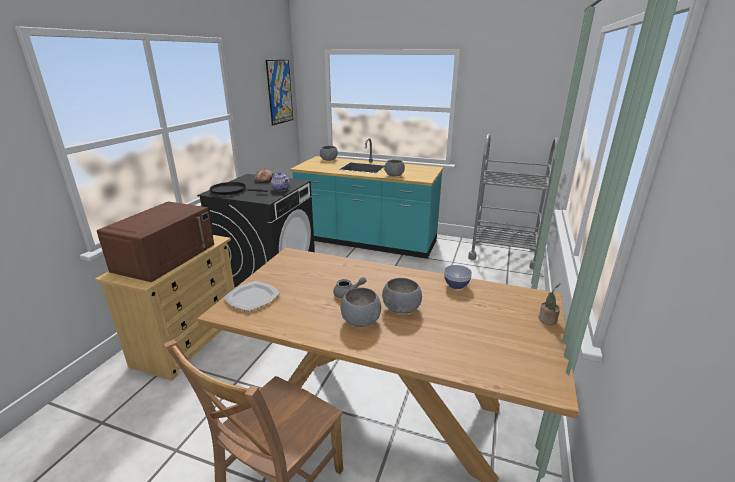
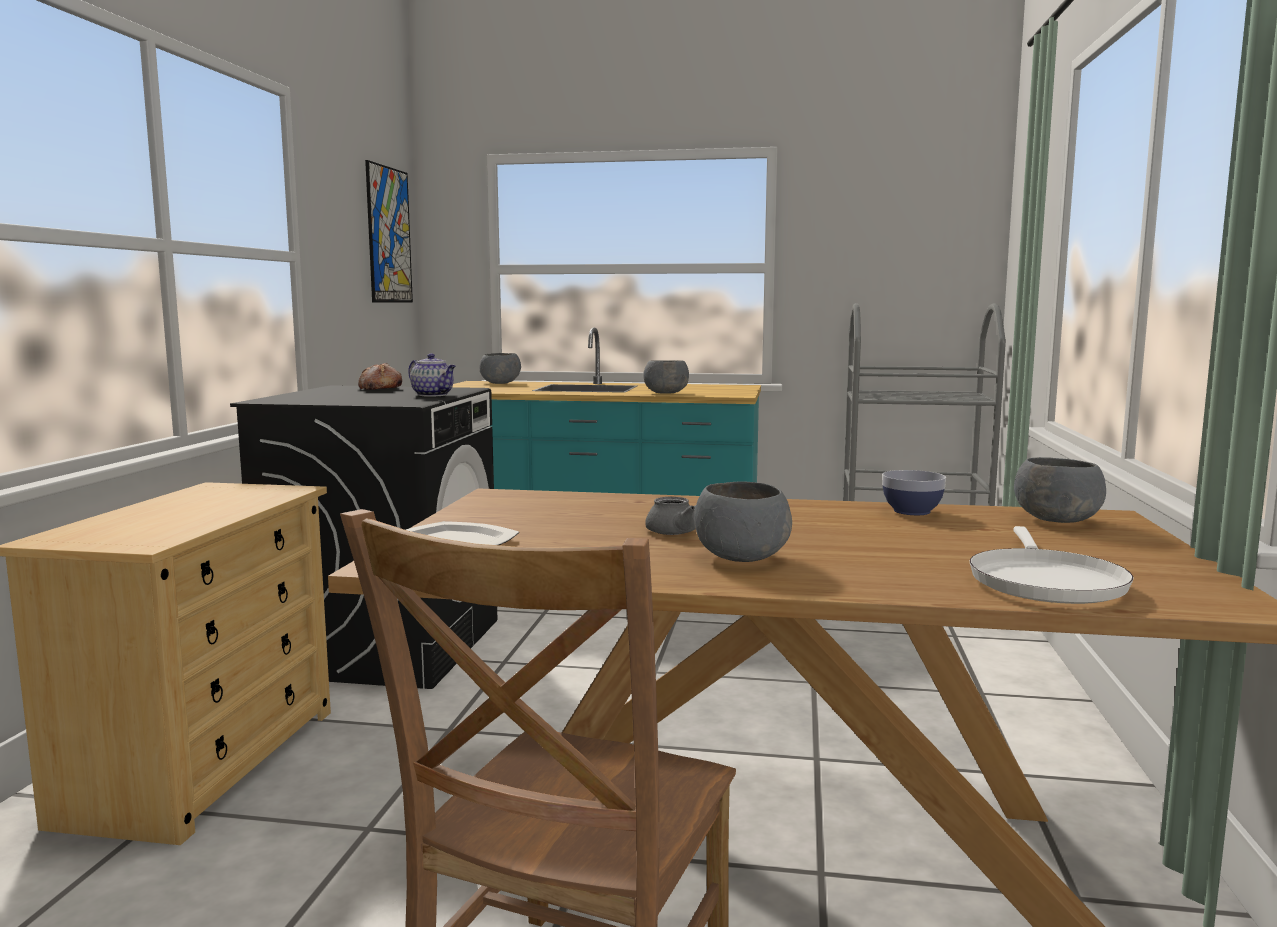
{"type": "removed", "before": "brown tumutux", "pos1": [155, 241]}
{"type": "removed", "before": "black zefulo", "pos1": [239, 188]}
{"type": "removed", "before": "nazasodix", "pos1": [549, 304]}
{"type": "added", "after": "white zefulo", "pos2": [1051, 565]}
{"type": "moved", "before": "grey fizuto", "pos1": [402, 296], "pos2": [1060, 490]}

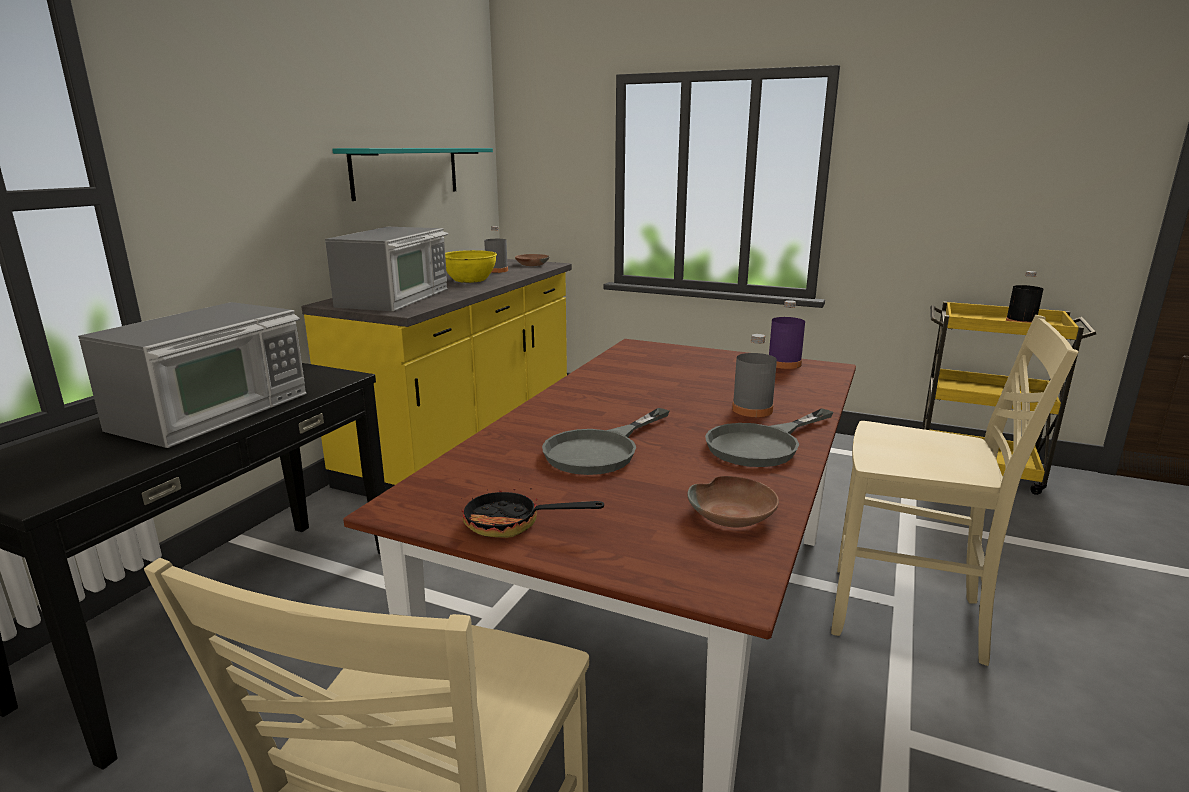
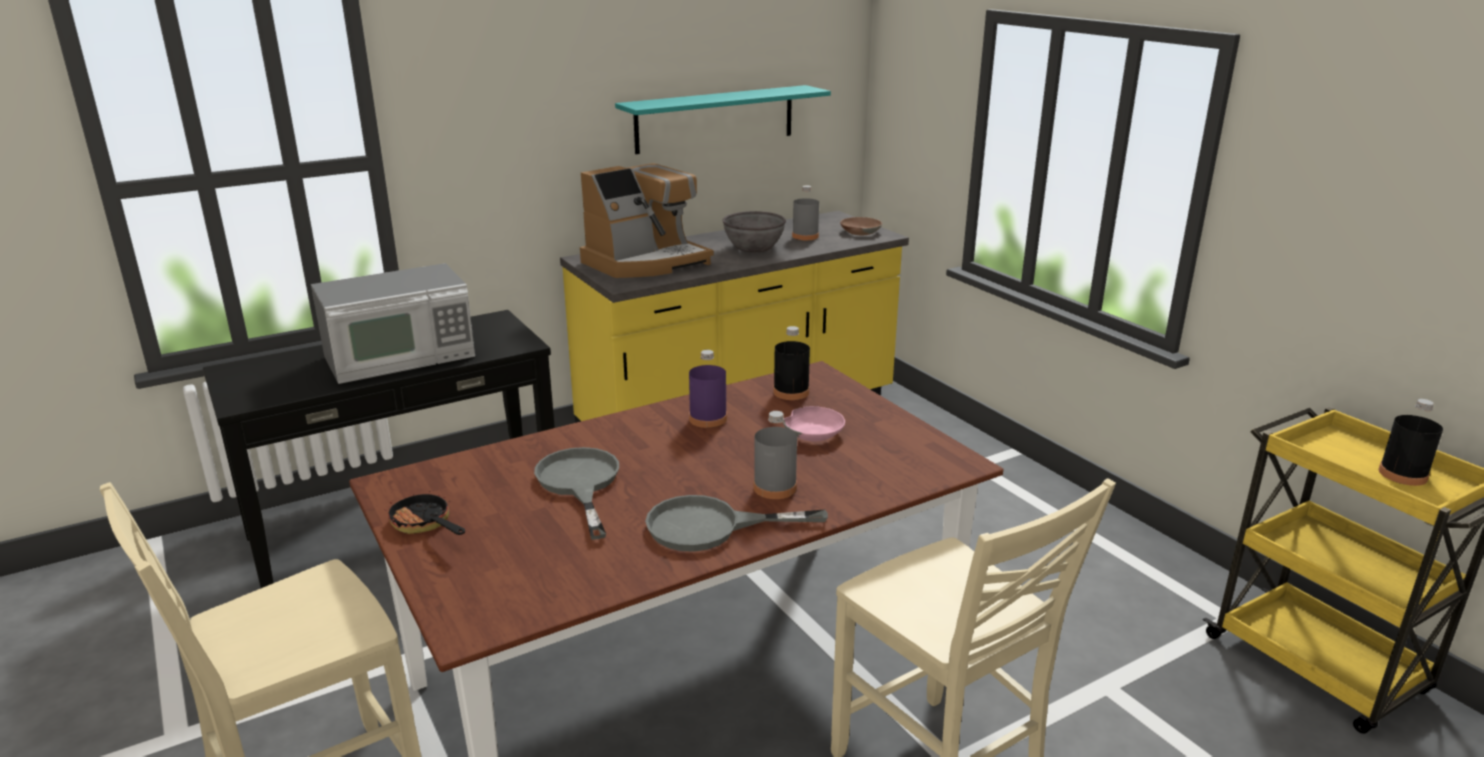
{"type": "removed", "before": "brown fizuto", "pos1": [733, 501]}
{"type": "added", "after": "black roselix", "pos2": [791, 363]}
{"type": "added", "after": "pink fizuto", "pos2": [814, 423]}
{"type": "moved", "before": "purple roselix", "pos1": [787, 334], "pos2": [708, 389]}
{"type": "replaced", "before": "tumutux", "after": "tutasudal", "pos1": [386, 269], "pos2": [647, 220]}
{"type": "recoloured", "before": "yellow fizuto", "after": "grey fizuto", "pos1": [471, 266], "pos2": [754, 231]}
{"type": "turned", "before": "grey zefulo", "pos1": [605, 441], "pos2": [576, 493], "turn": 90}

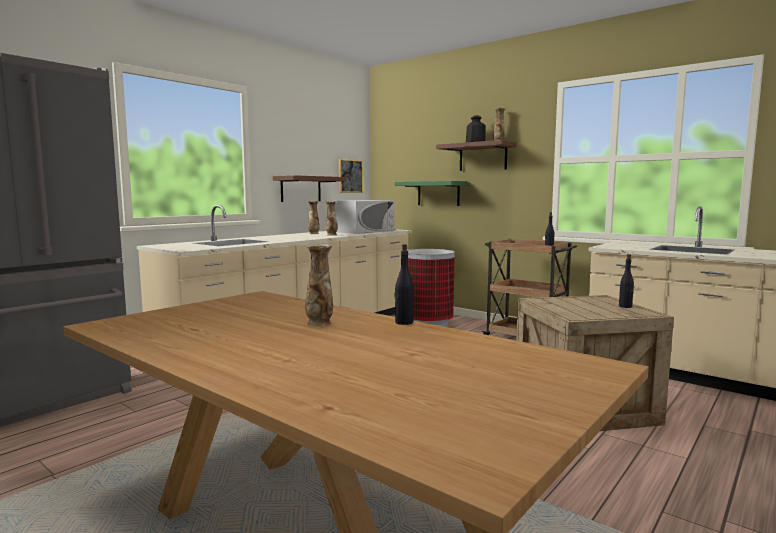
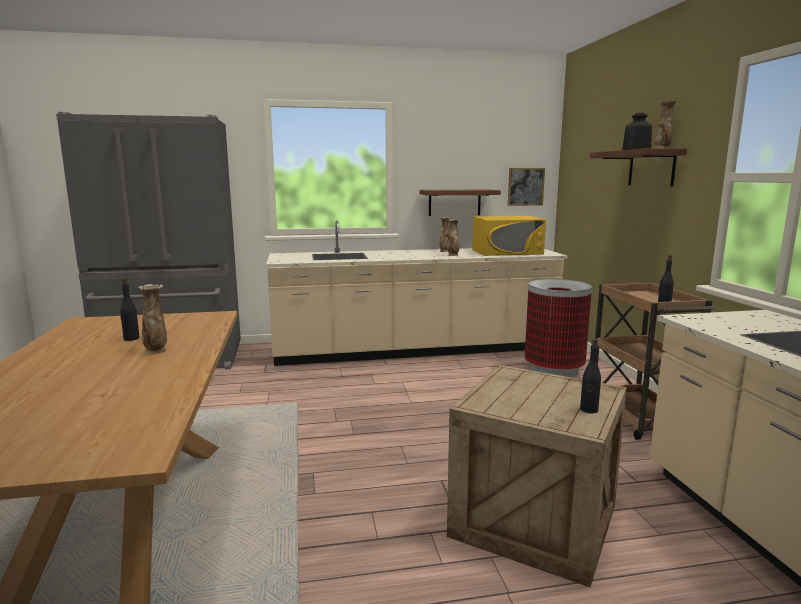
{"type": "removed", "before": "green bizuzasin", "pos1": [431, 193]}
{"type": "moved", "before": "black roselix", "pos1": [404, 284], "pos2": [130, 309]}
{"type": "recoloured", "before": "white tumutux", "after": "yellow tumutux", "pos1": [362, 217], "pos2": [509, 236]}

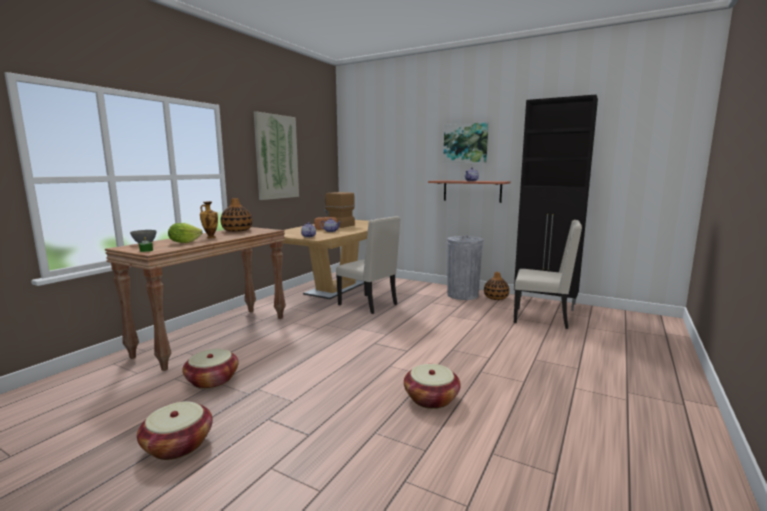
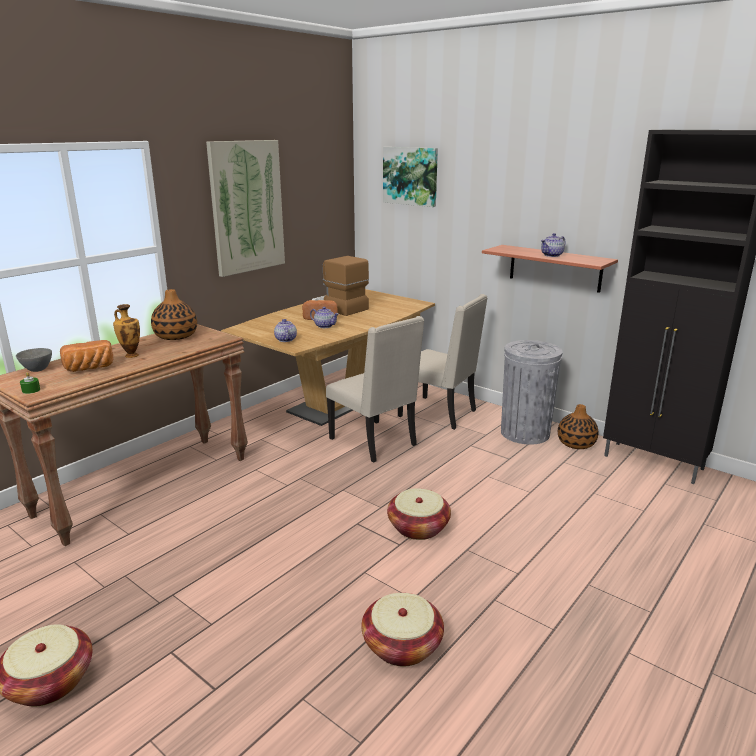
{"type": "moved", "before": "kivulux", "pos1": [210, 369], "pos2": [419, 514]}
{"type": "moved", "before": "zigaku", "pos1": [465, 142], "pos2": [410, 177]}
{"type": "moved", "before": "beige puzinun", "pos1": [548, 274], "pos2": [443, 362]}
{"type": "replaced", "before": "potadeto", "after": "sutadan", "pos1": [185, 233], "pos2": [86, 356]}

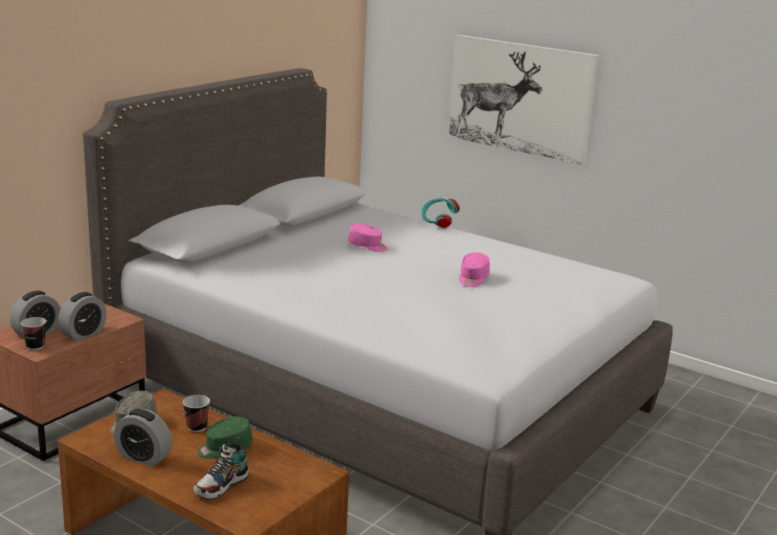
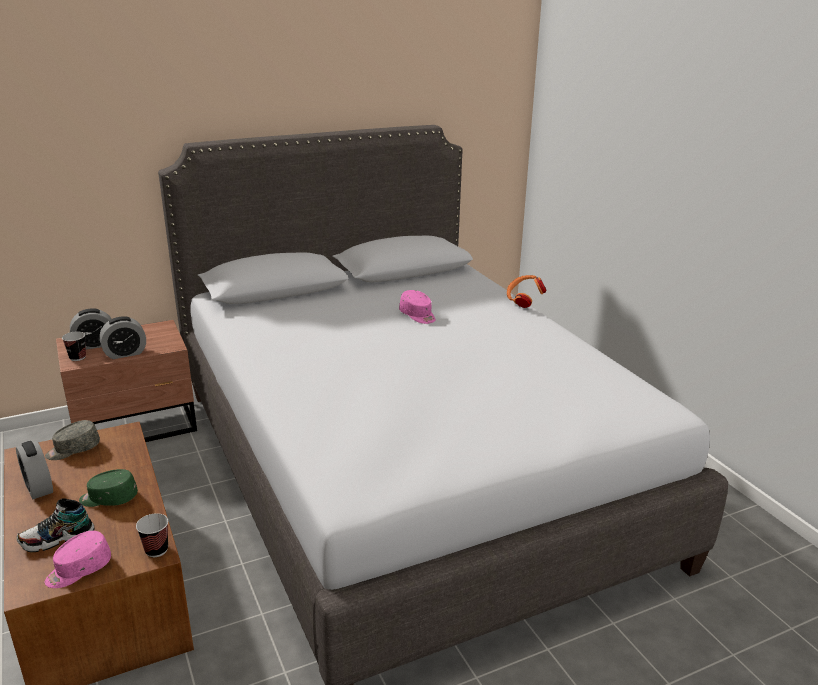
{"type": "removed", "before": "zigaku", "pos1": [524, 100]}
{"type": "moved", "before": "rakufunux", "pos1": [196, 413], "pos2": [152, 535]}
{"type": "moved", "before": "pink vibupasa", "pos1": [474, 269], "pos2": [78, 559]}
{"type": "recoloured", "before": "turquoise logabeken", "after": "orange logabeken", "pos1": [441, 213], "pos2": [526, 291]}

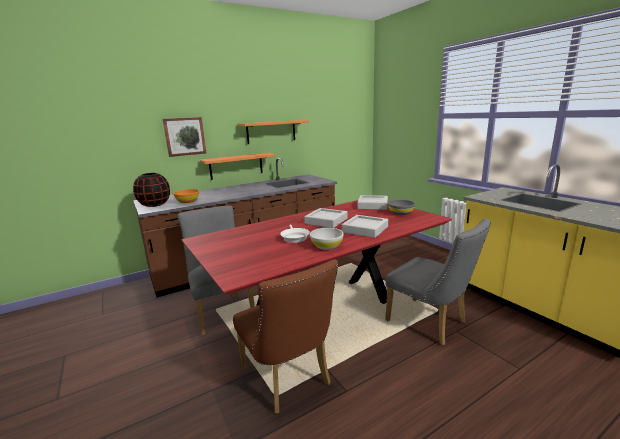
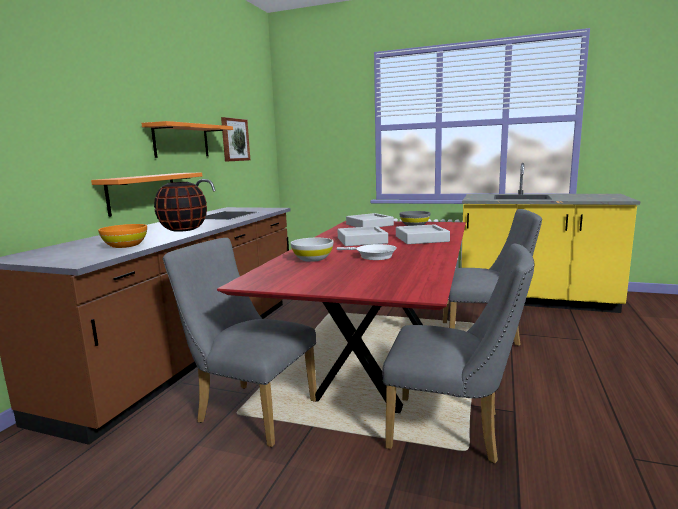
{"type": "moved", "before": "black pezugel", "pos1": [151, 190], "pos2": [180, 207]}
{"type": "moved", "before": "zigaku", "pos1": [184, 137], "pos2": [235, 139]}
{"type": "moved", "before": "white fizuto", "pos1": [327, 239], "pos2": [312, 250]}
{"type": "recoloured", "before": "brown puzinun", "after": "grey puzinun", "pos1": [285, 336], "pos2": [458, 353]}

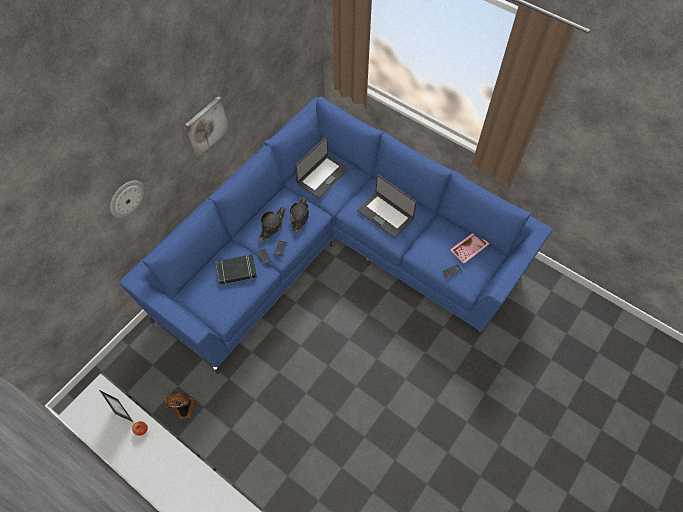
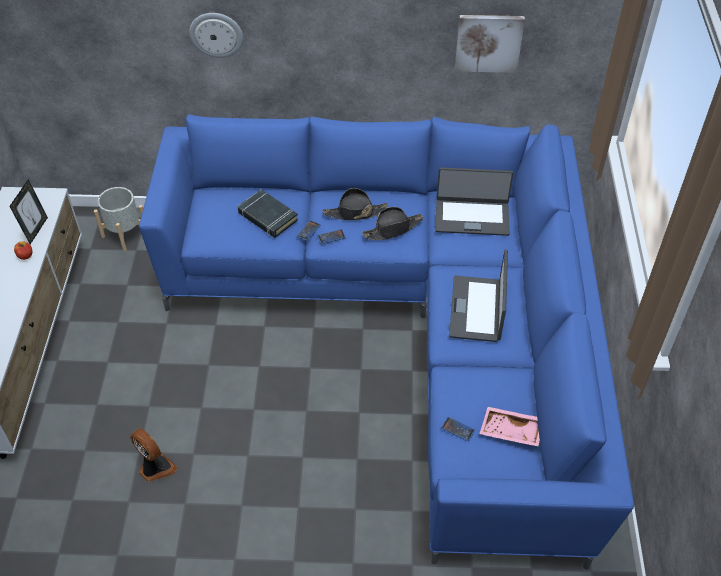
{"type": "added", "after": "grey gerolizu", "pos2": [118, 219]}
{"type": "moved", "before": "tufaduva", "pos1": [180, 406], "pos2": [153, 455]}
{"type": "moved", "before": "zigaku", "pos1": [207, 127], "pos2": [490, 44]}

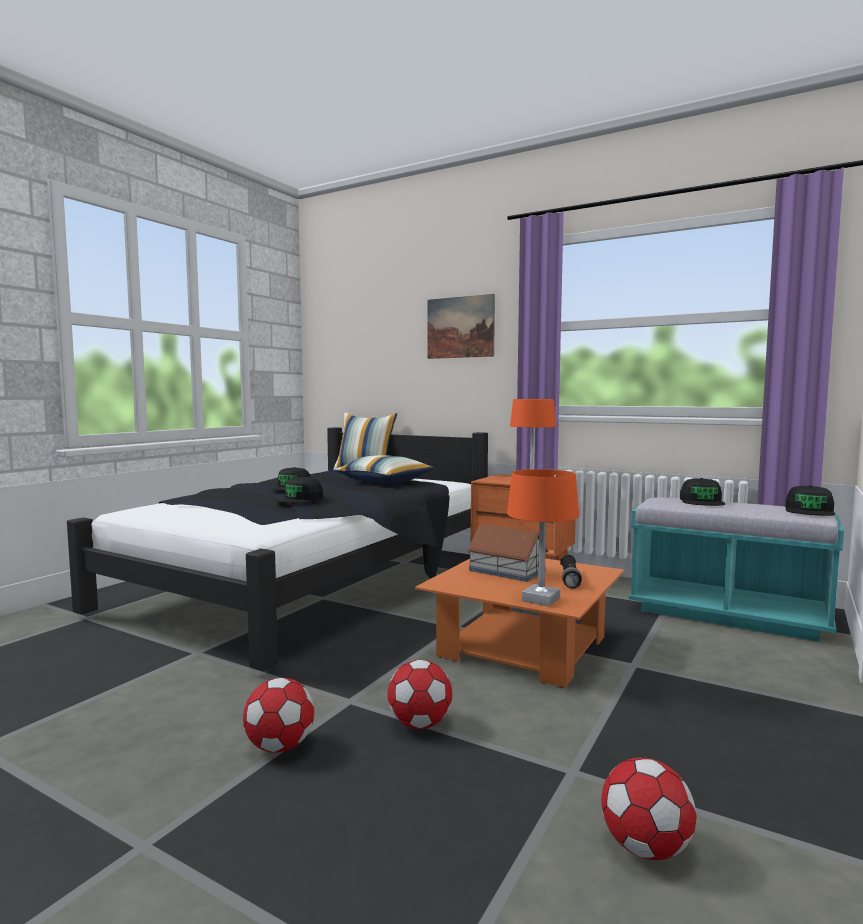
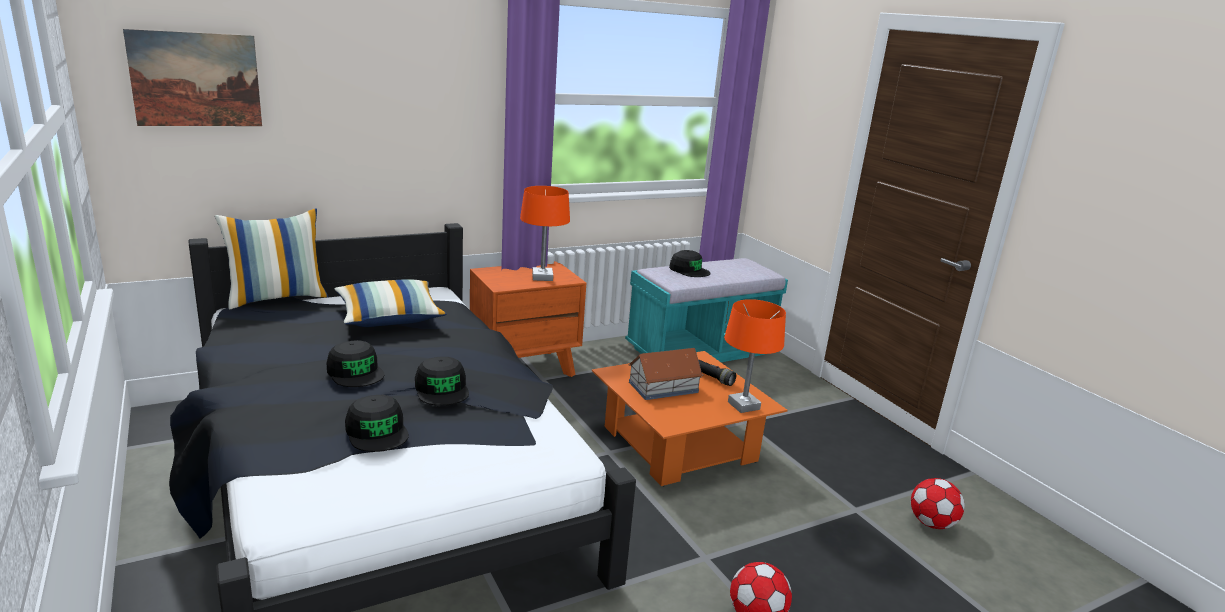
{"type": "removed", "before": "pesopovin", "pos1": [420, 694]}
{"type": "moved", "before": "zigaku", "pos1": [461, 326], "pos2": [192, 77]}
{"type": "moved", "before": "black vibupasa", "pos1": [810, 500], "pos2": [377, 423]}

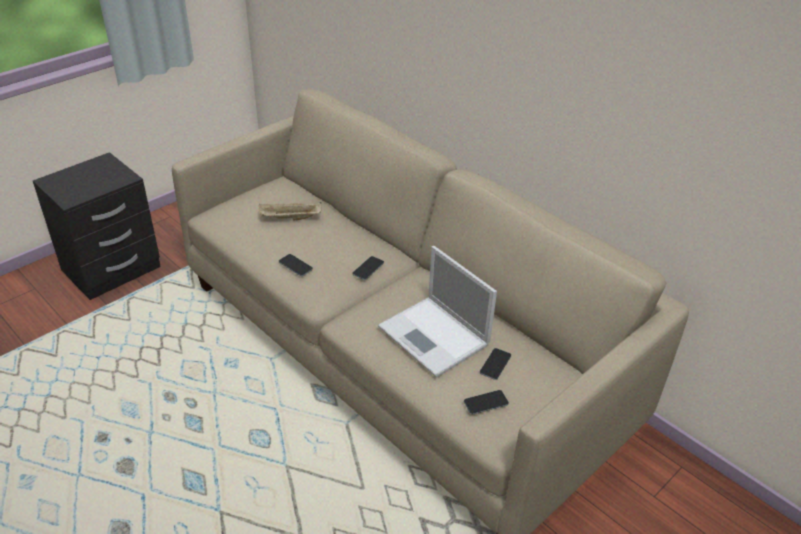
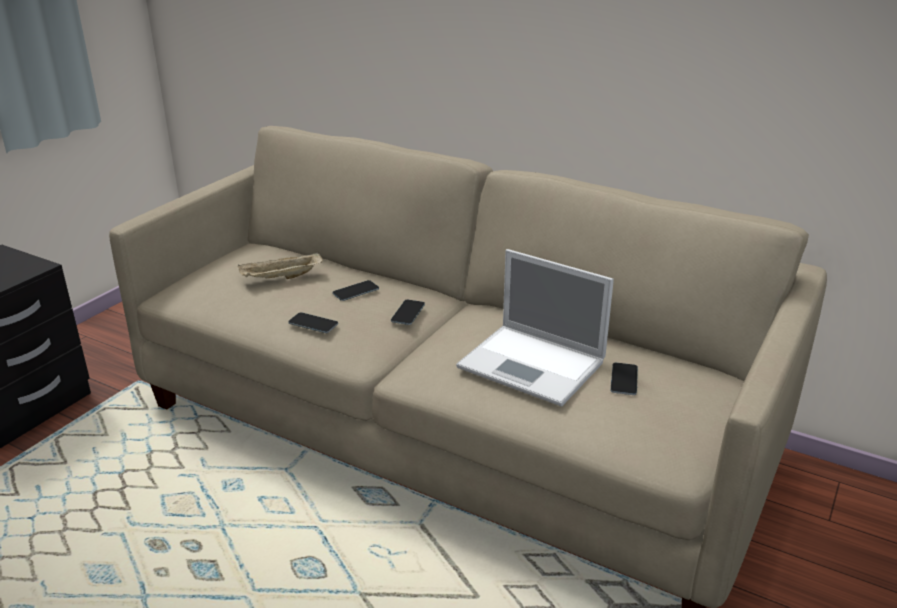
{"type": "moved", "before": "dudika", "pos1": [486, 402], "pos2": [355, 290]}

